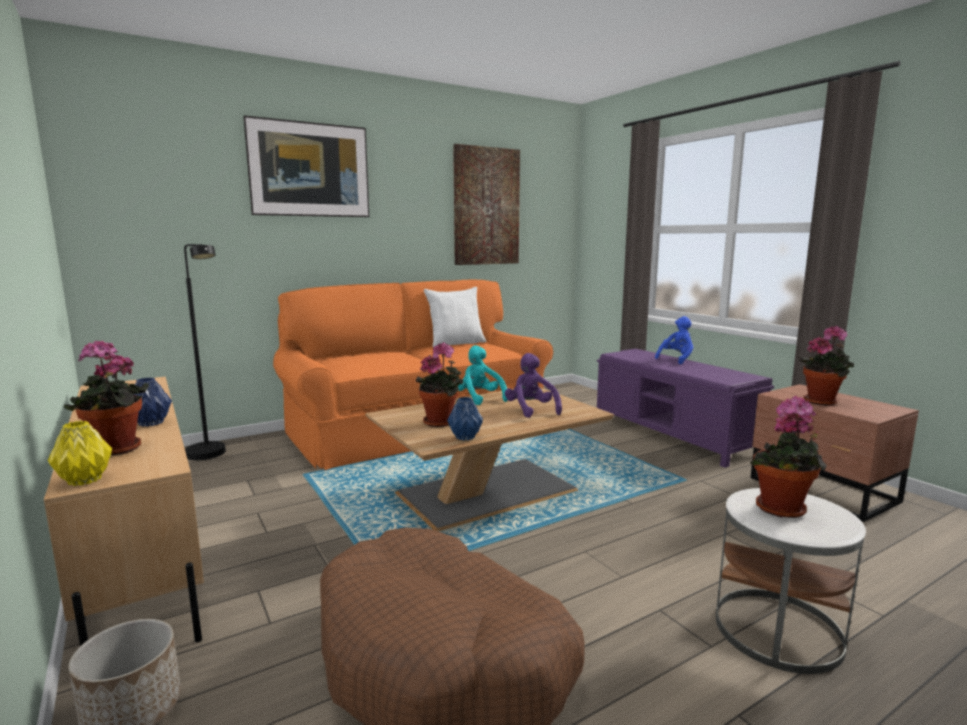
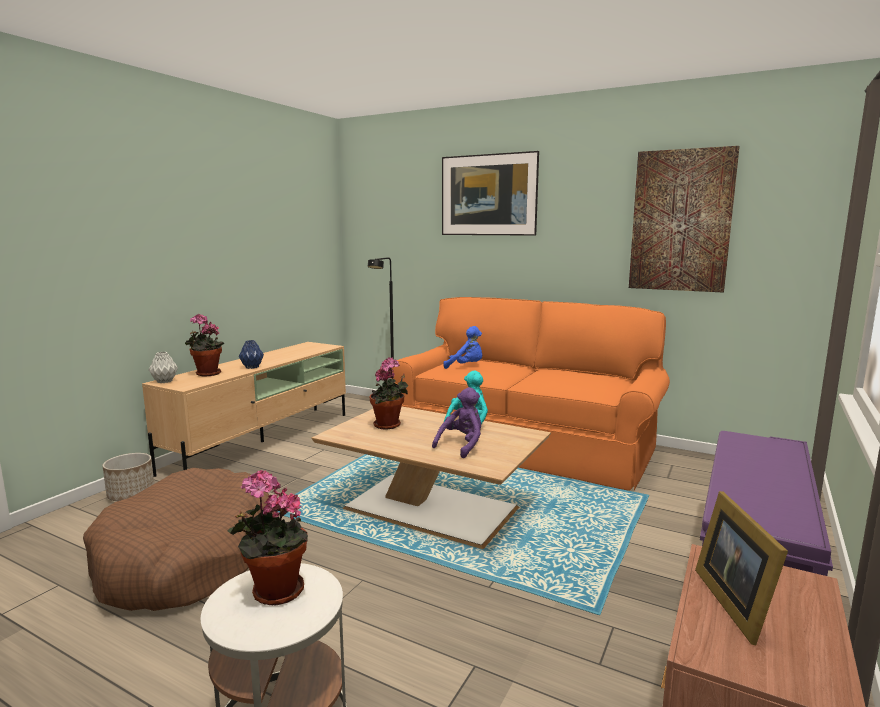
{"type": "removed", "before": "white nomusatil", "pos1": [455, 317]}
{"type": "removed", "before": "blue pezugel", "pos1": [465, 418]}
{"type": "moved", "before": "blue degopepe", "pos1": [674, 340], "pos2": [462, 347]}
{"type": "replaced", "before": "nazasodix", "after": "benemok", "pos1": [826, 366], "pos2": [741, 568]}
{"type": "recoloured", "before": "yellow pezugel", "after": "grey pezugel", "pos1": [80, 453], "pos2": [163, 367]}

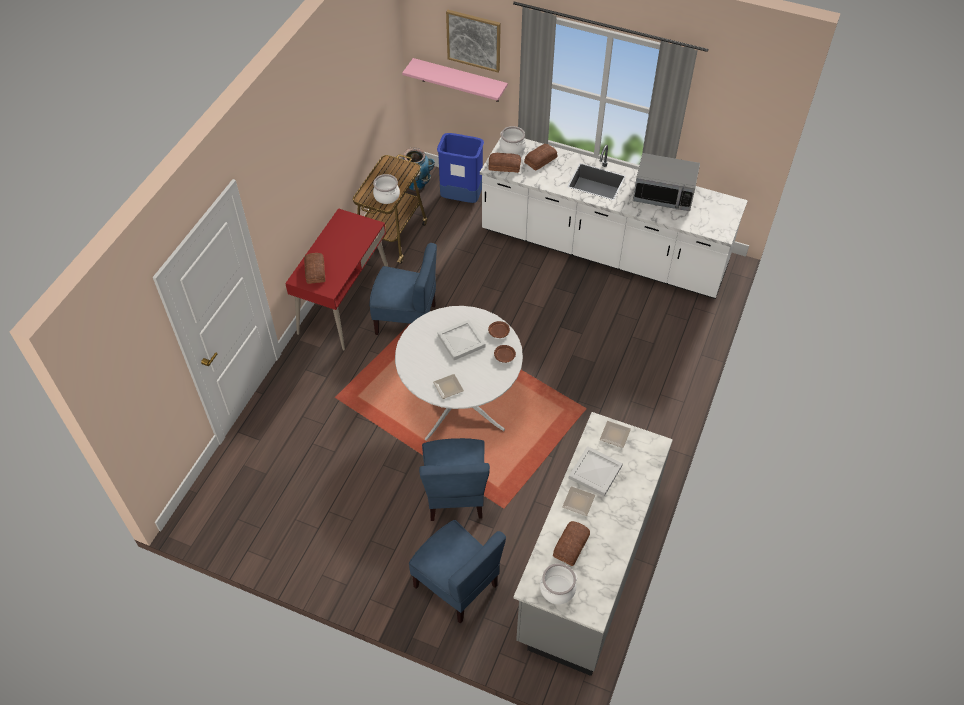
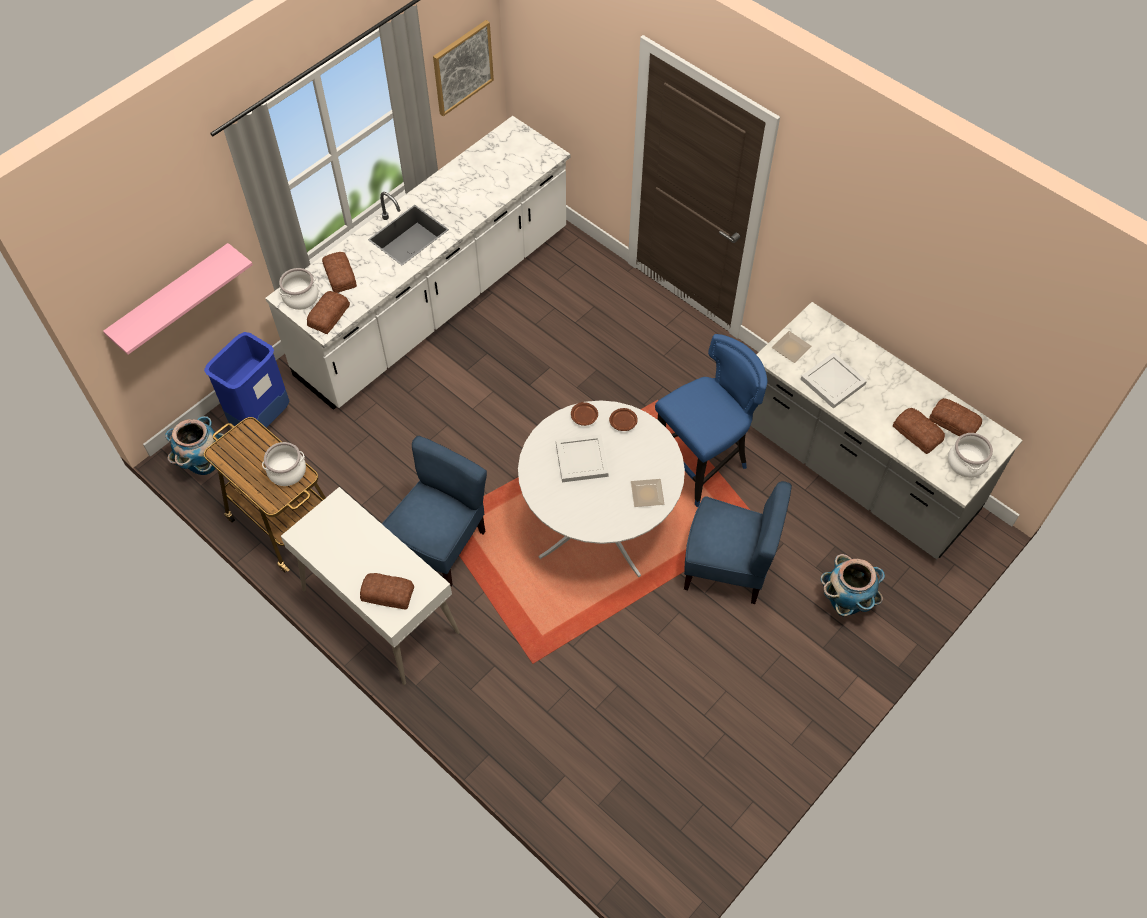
{"type": "removed", "before": "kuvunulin", "pos1": [578, 501]}
{"type": "removed", "before": "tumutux", "pos1": [666, 182]}
{"type": "added", "after": "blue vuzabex", "pos2": [711, 420]}
{"type": "added", "after": "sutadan", "pos2": [955, 417]}
{"type": "moved", "before": "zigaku", "pos1": [473, 41], "pos2": [463, 68]}
{"type": "replaced", "before": "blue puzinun", "after": "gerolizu", "pos1": [457, 572], "pos2": [853, 585]}
{"type": "recoloured", "before": "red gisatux", "after": "white gisatux", "pos1": [336, 279], "pos2": [370, 586]}

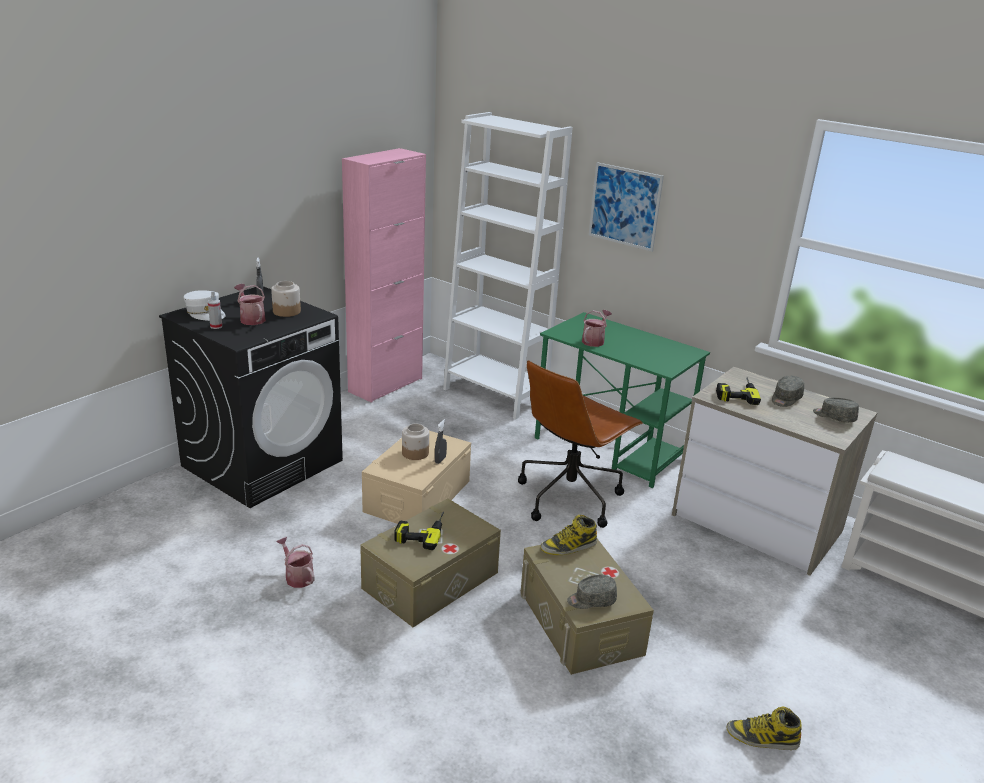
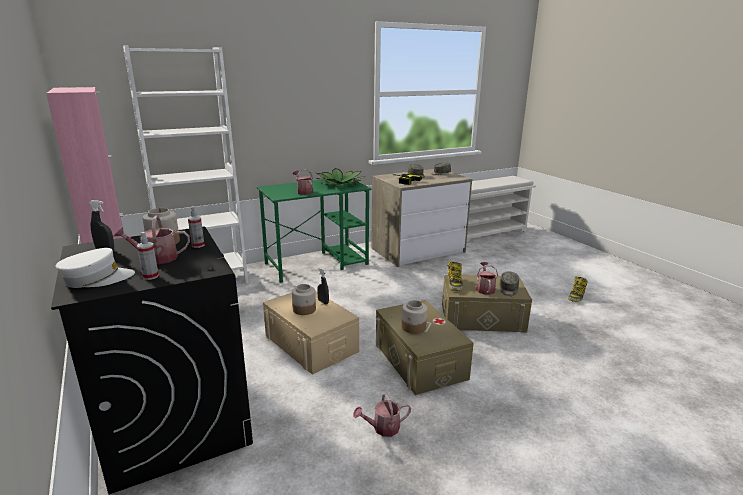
{"type": "removed", "before": "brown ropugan", "pos1": [580, 444]}
{"type": "removed", "before": "zigaku", "pos1": [626, 207]}
{"type": "added", "after": "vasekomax", "pos2": [196, 227]}
{"type": "added", "after": "nazasodix", "pos2": [340, 177]}
{"type": "added", "after": "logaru", "pos2": [487, 278]}
{"type": "replaced", "before": "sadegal", "after": "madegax", "pos1": [419, 530], "pos2": [414, 317]}

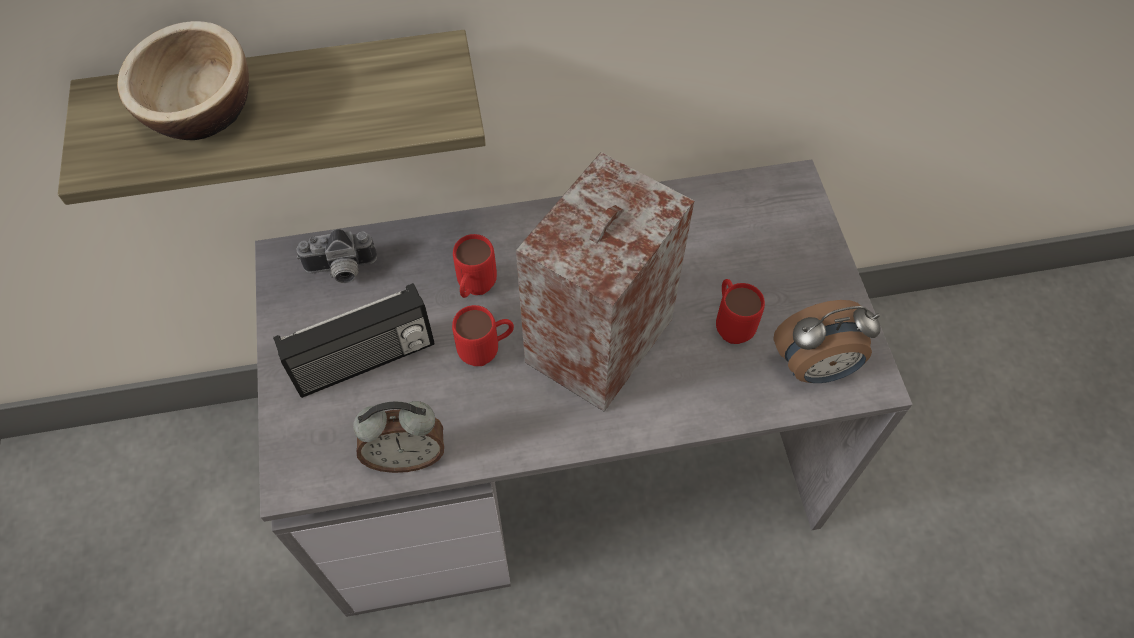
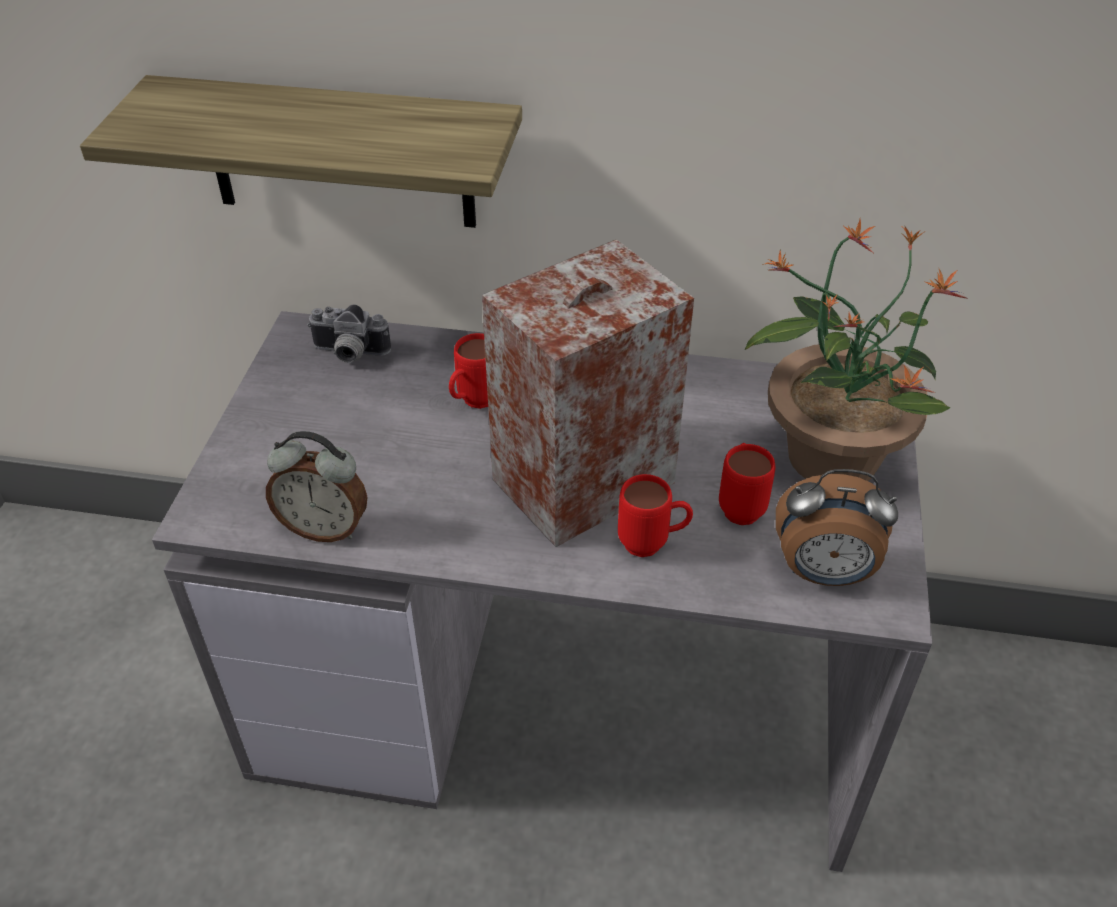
{"type": "removed", "before": "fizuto", "pos1": [183, 80]}
{"type": "removed", "before": "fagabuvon", "pos1": [353, 340]}
{"type": "added", "after": "nazasodix", "pos2": [855, 350]}
{"type": "moved", "before": "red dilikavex", "pos1": [483, 335], "pos2": [655, 515]}

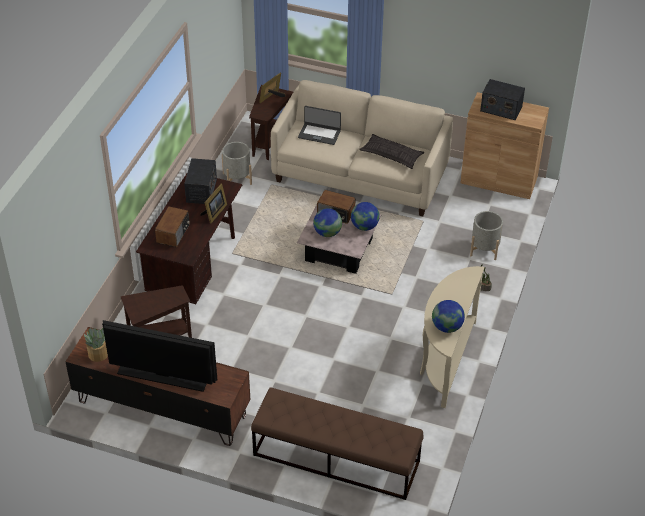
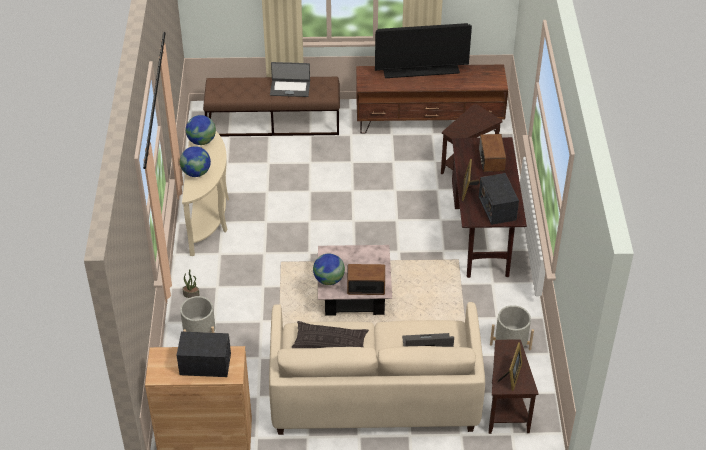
{"type": "removed", "before": "nazasodix", "pos1": [96, 345]}
{"type": "added", "after": "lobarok", "pos2": [290, 79]}
{"type": "moved", "before": "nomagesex", "pos1": [327, 222], "pos2": [195, 161]}

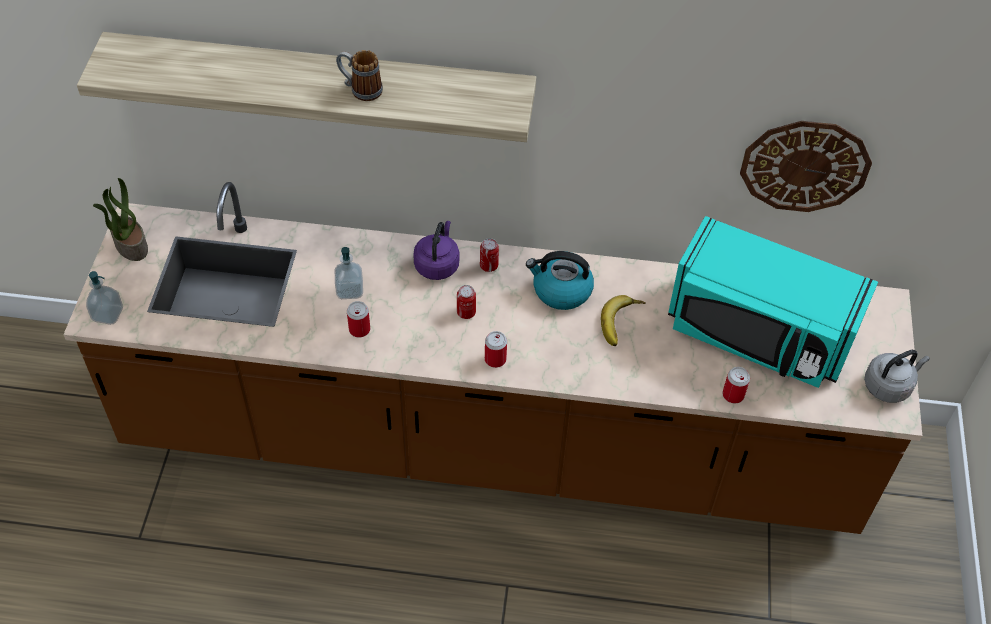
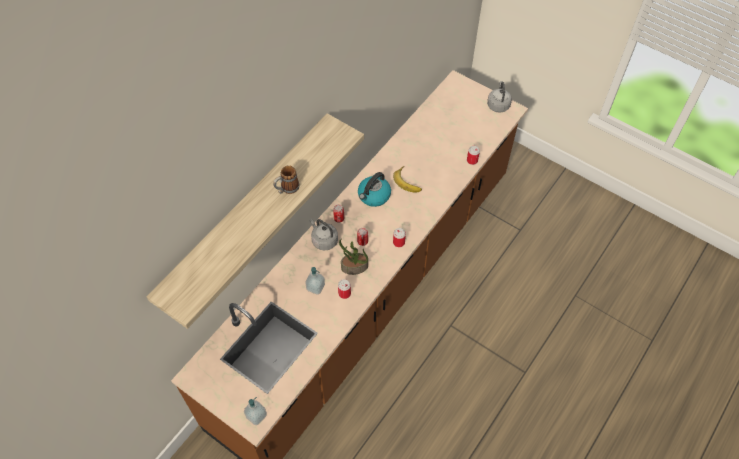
{"type": "removed", "before": "turquoise tumutux", "pos1": [773, 302]}
{"type": "removed", "before": "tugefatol", "pos1": [806, 166]}
{"type": "moved", "before": "nazasodix", "pos1": [120, 219], "pos2": [353, 256]}
{"type": "recoloured", "before": "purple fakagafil", "after": "grey fakagafil", "pos1": [436, 250], "pos2": [324, 234]}

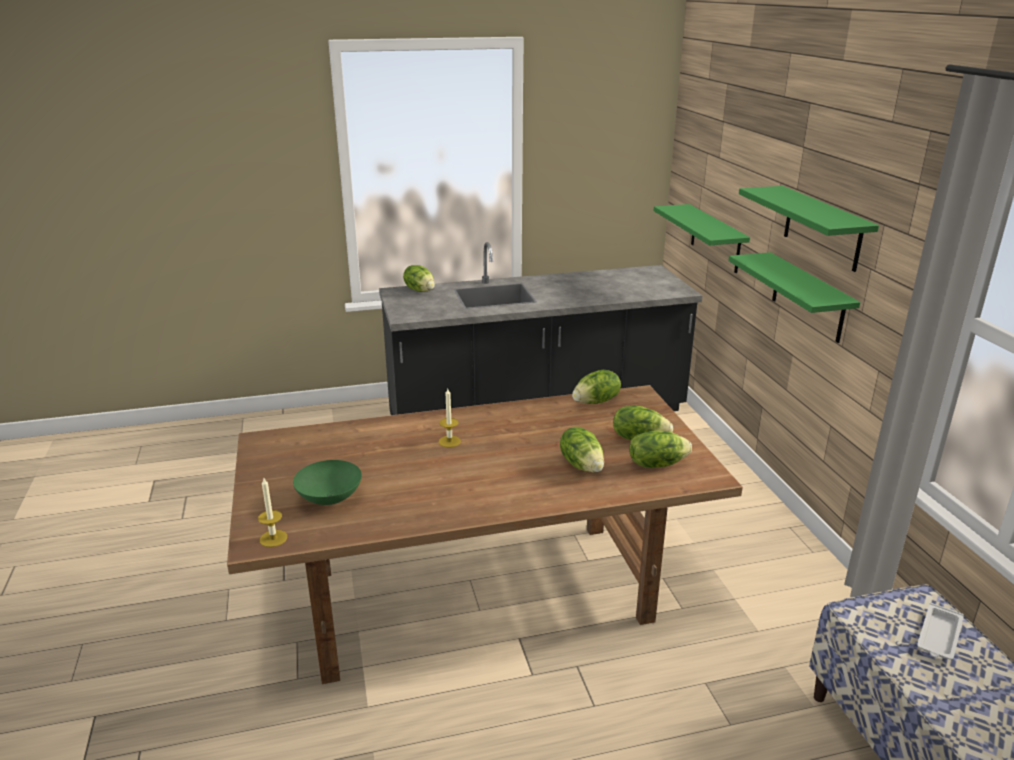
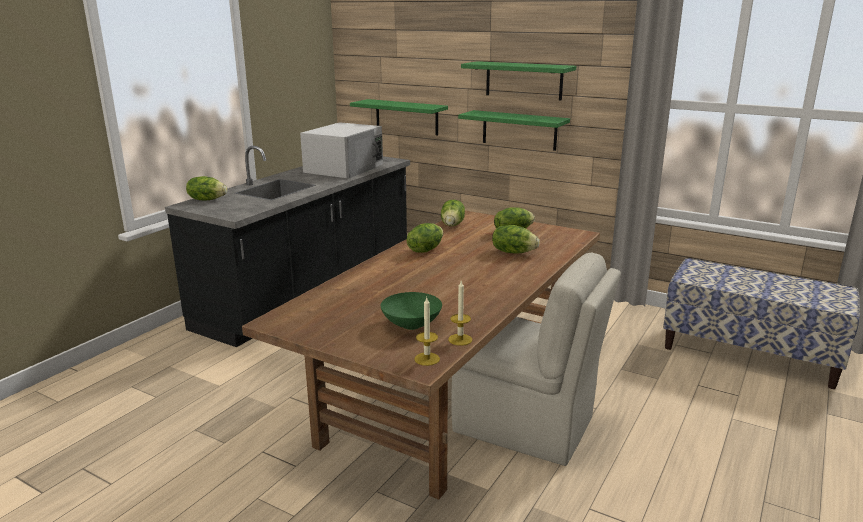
{"type": "removed", "before": "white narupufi", "pos1": [940, 631]}
{"type": "added", "after": "white tumutux", "pos2": [341, 150]}
{"type": "added", "after": "beige puzinun", "pos2": [536, 359]}
{"type": "moved", "before": "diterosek", "pos1": [450, 418], "pos2": [460, 313]}
{"type": "moved", "before": "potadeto", "pos1": [660, 449], "pos2": [425, 238]}

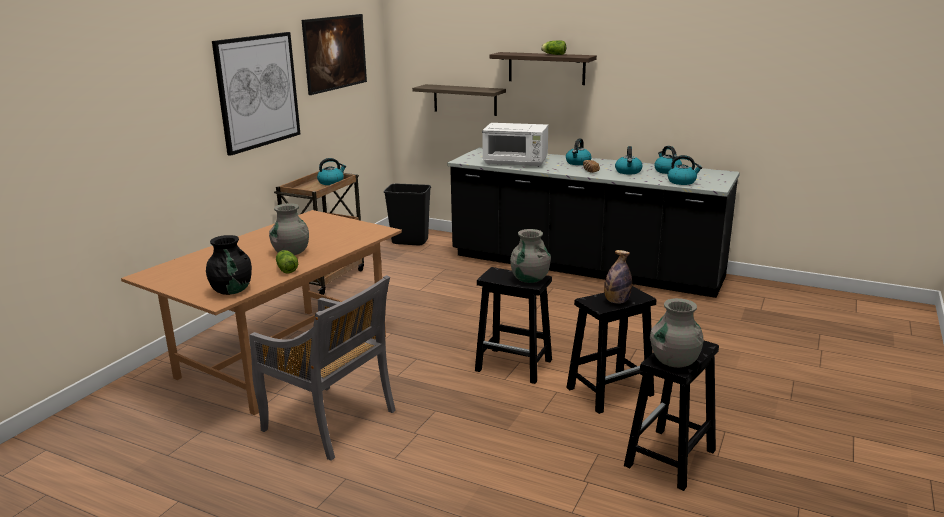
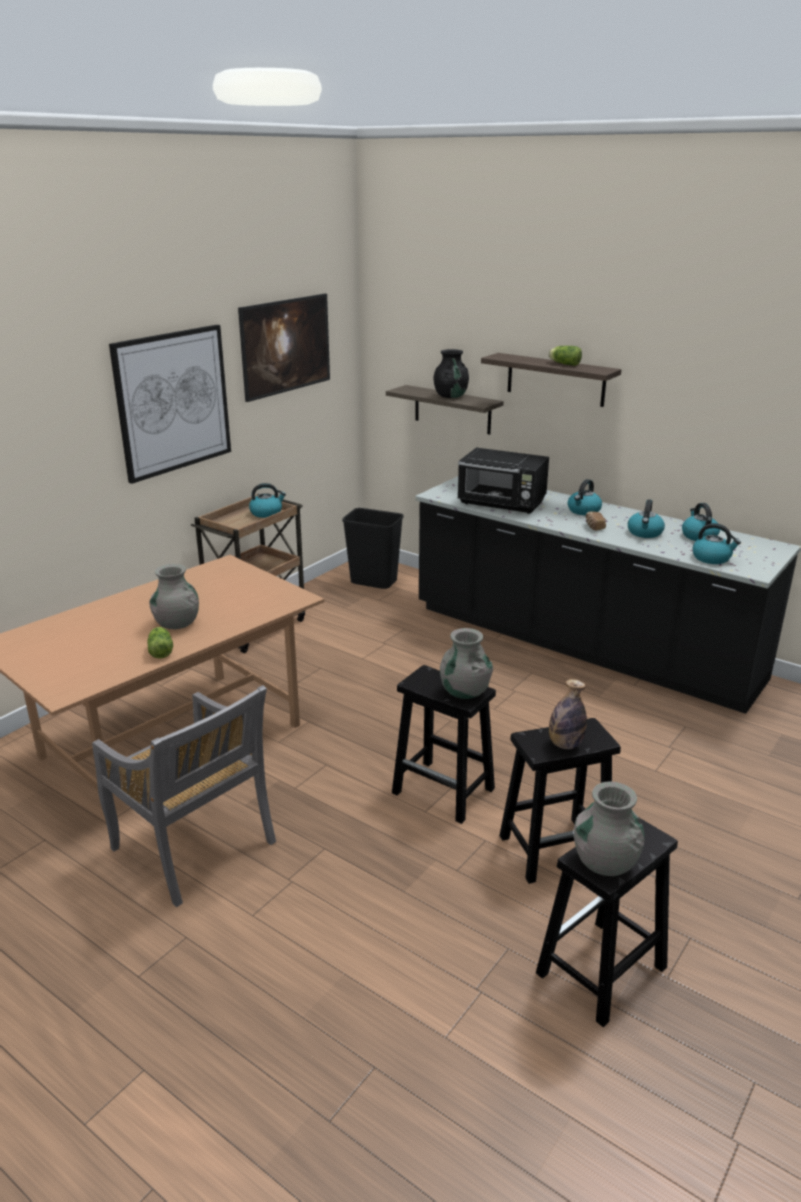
{"type": "moved", "before": "black pezugel", "pos1": [229, 265], "pos2": [451, 373]}
{"type": "recoloured", "before": "white tumutux", "after": "black tumutux", "pos1": [515, 145], "pos2": [503, 481]}

